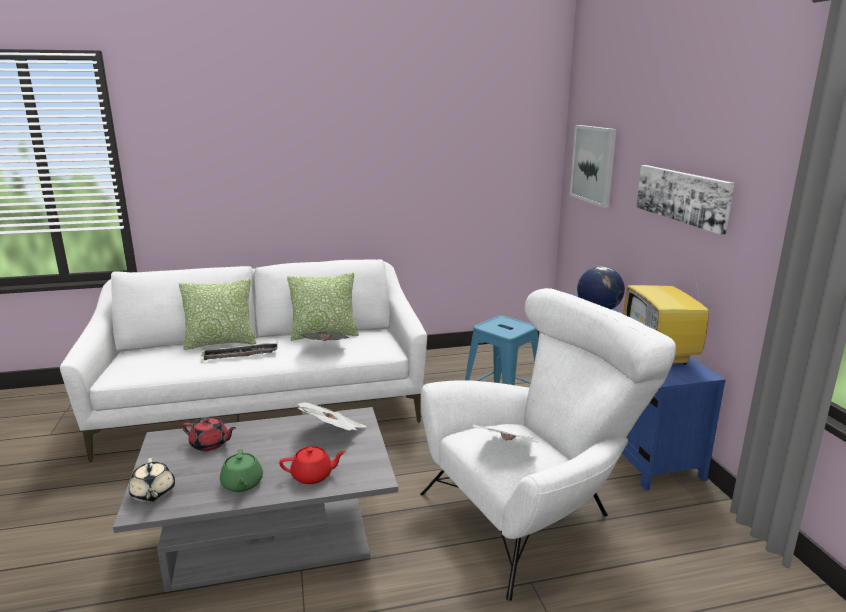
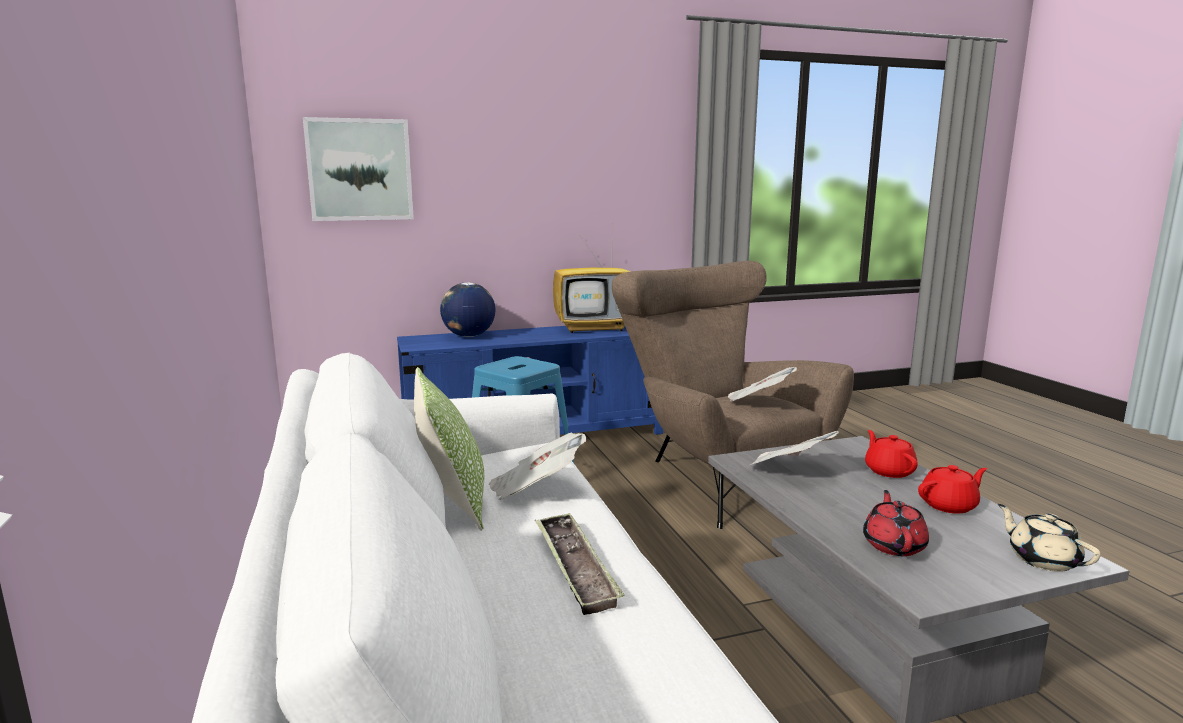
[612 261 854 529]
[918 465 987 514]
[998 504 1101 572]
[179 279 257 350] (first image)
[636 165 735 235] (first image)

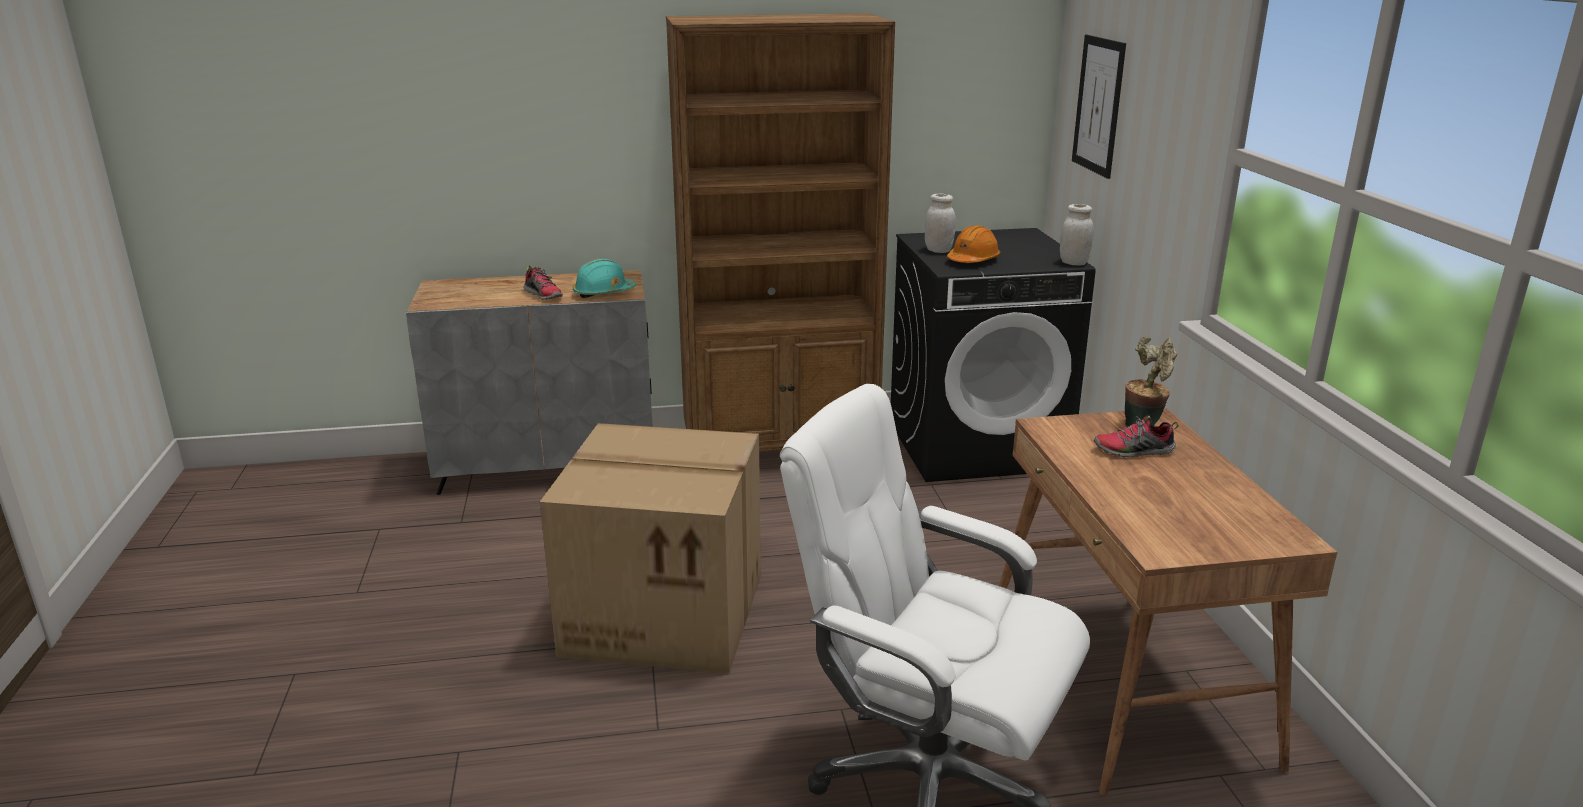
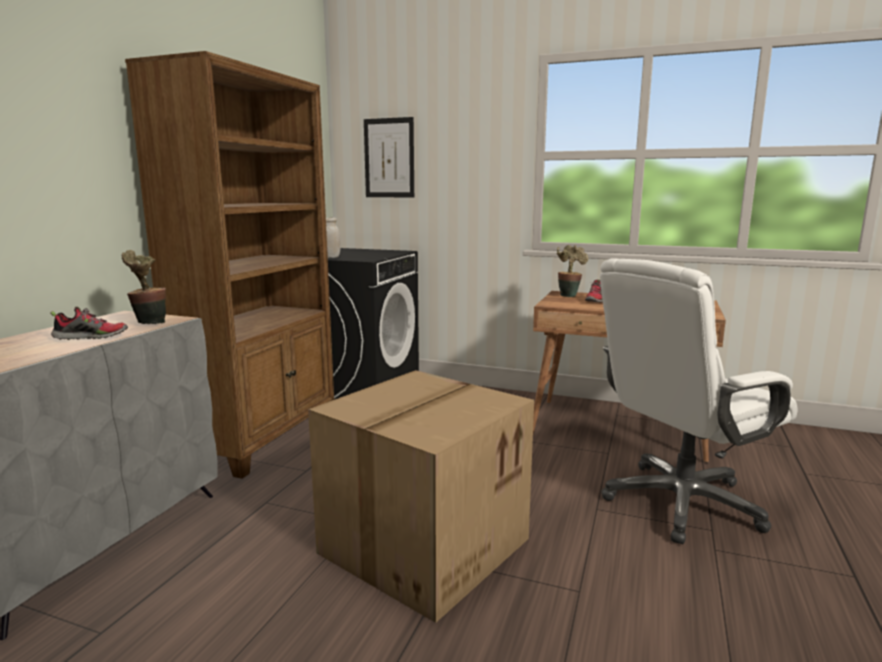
[121 250 166 324]
[947 226 1000 263] (first image)
[1060 204 1094 266] (first image)

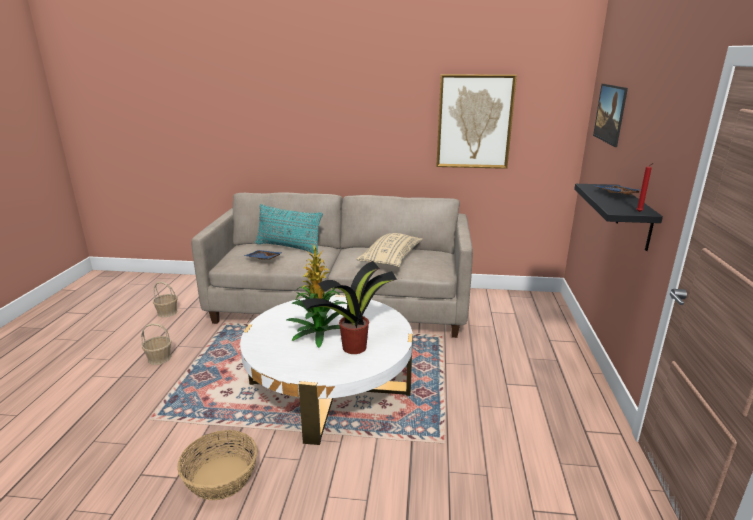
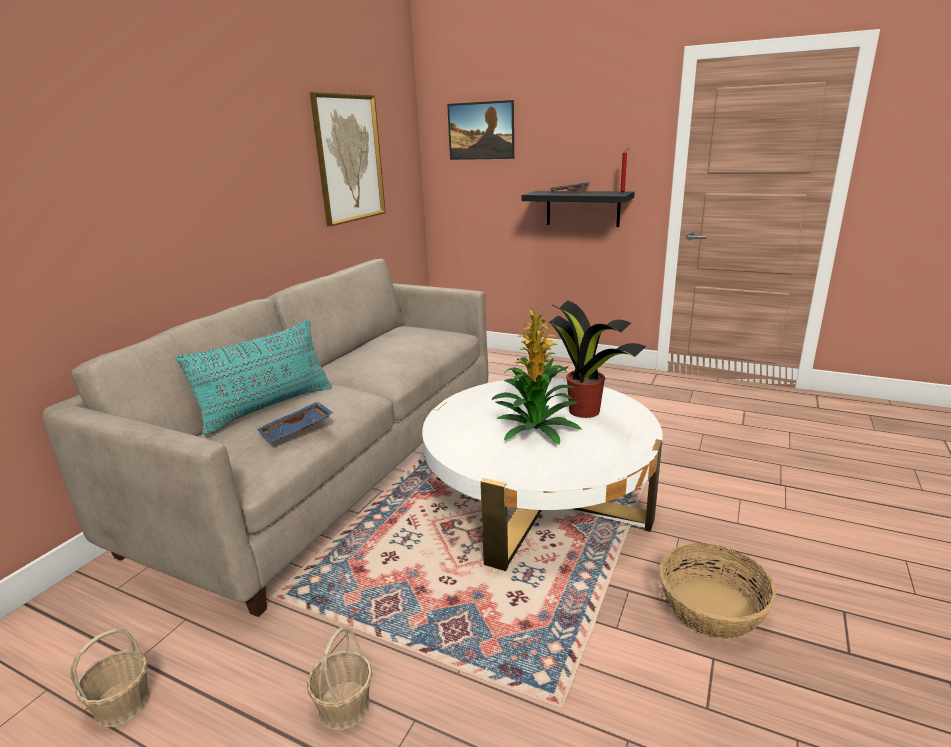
[356 233 423 267] (first image)

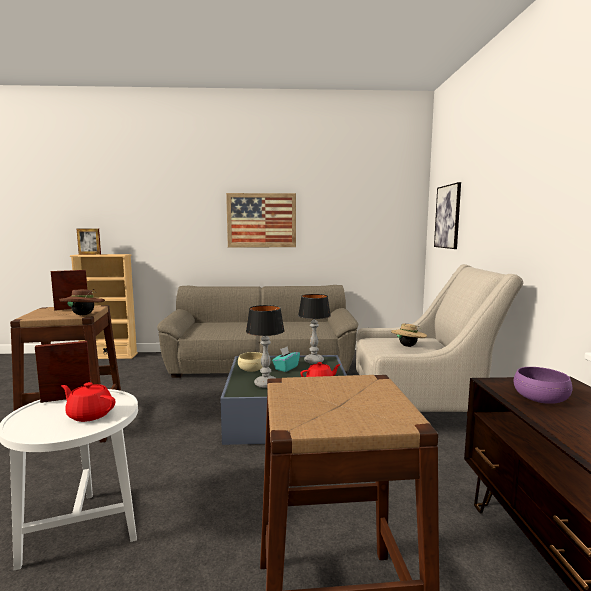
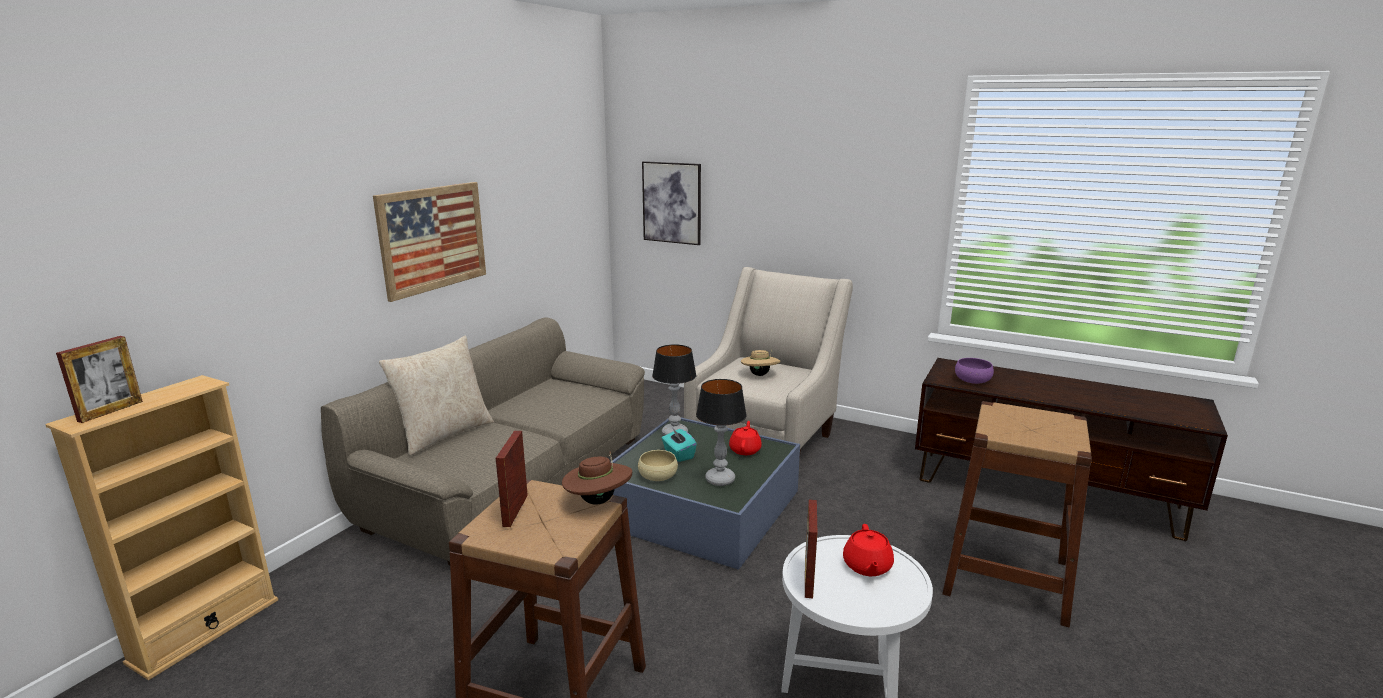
[379 336 494 456]
[843 524 894 576]

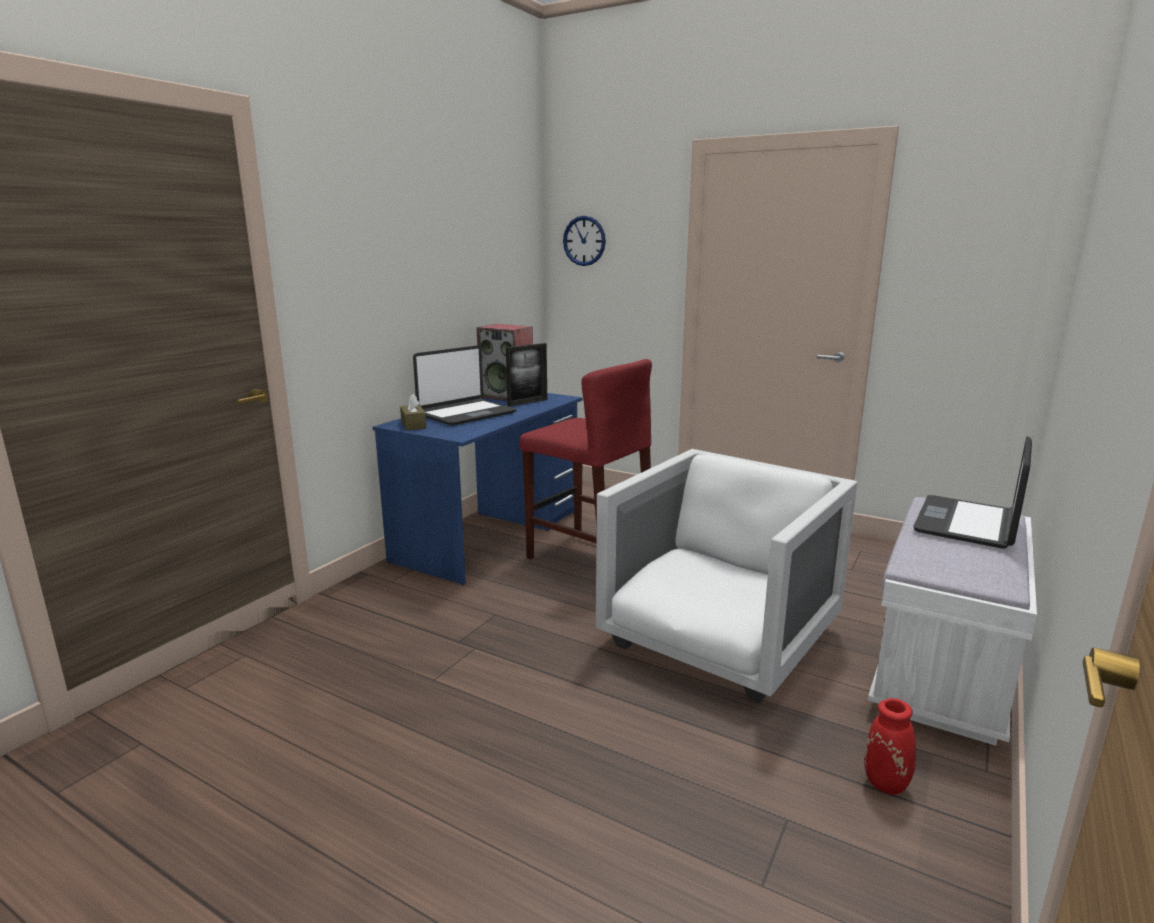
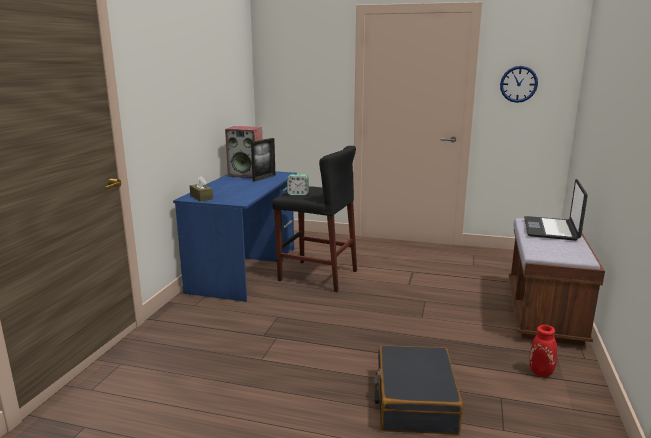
[272 146 357 292]
[287 174 309 195]
[374 345 463 435]
[500 66 538 103]
[508 218 605 346]
[413 345 517 426] (first image)
[596 449 857 703] (first image)

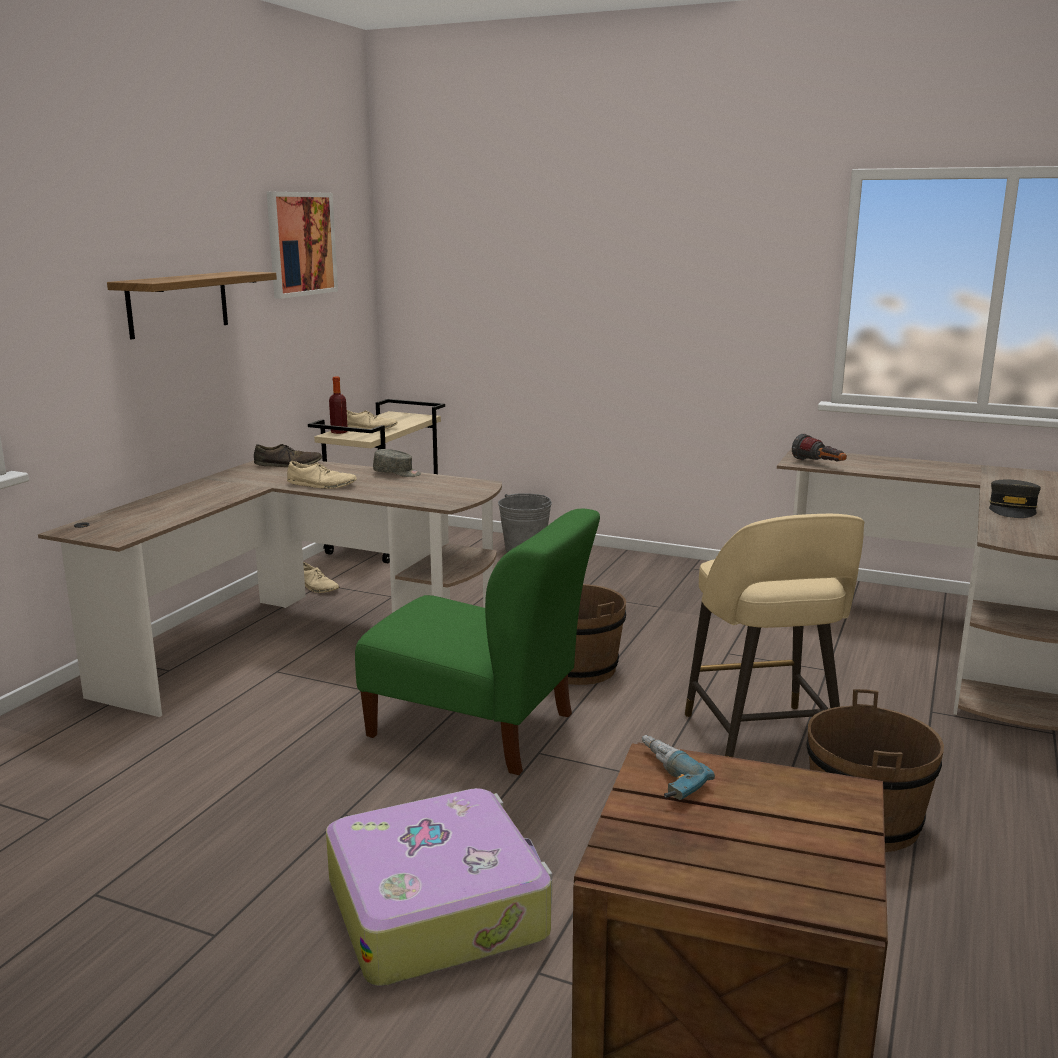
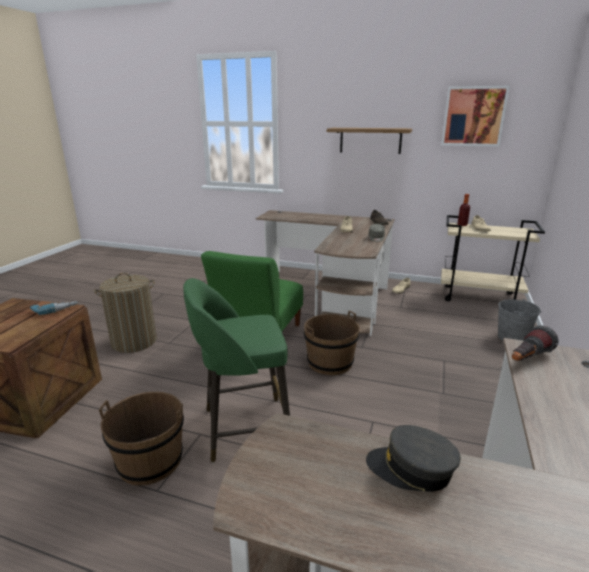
[94 273 157 353]
[183 278 290 462]

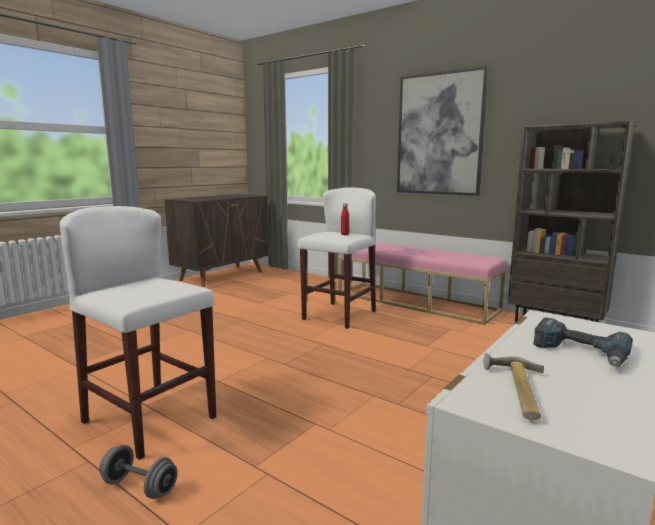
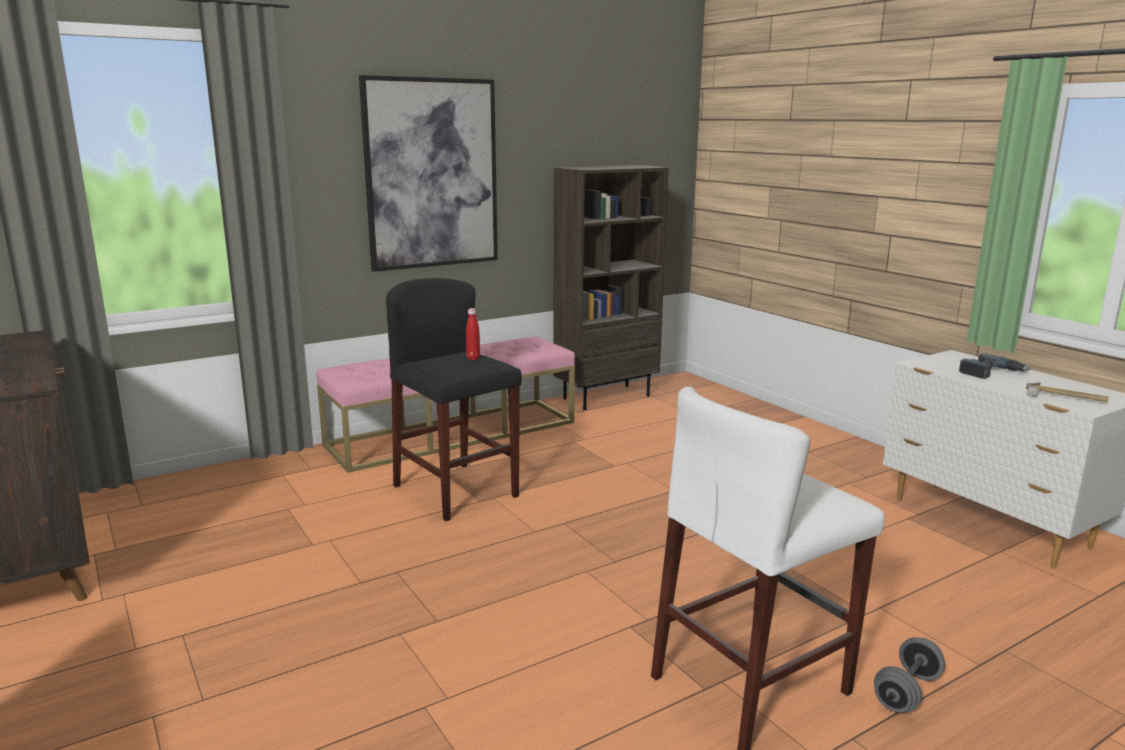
[386 278 522 521]

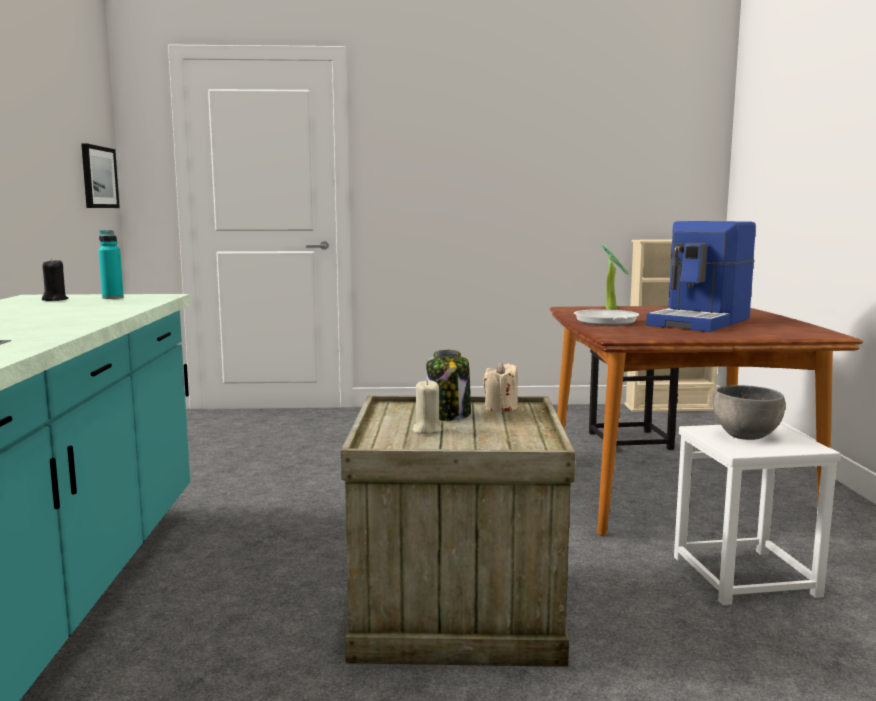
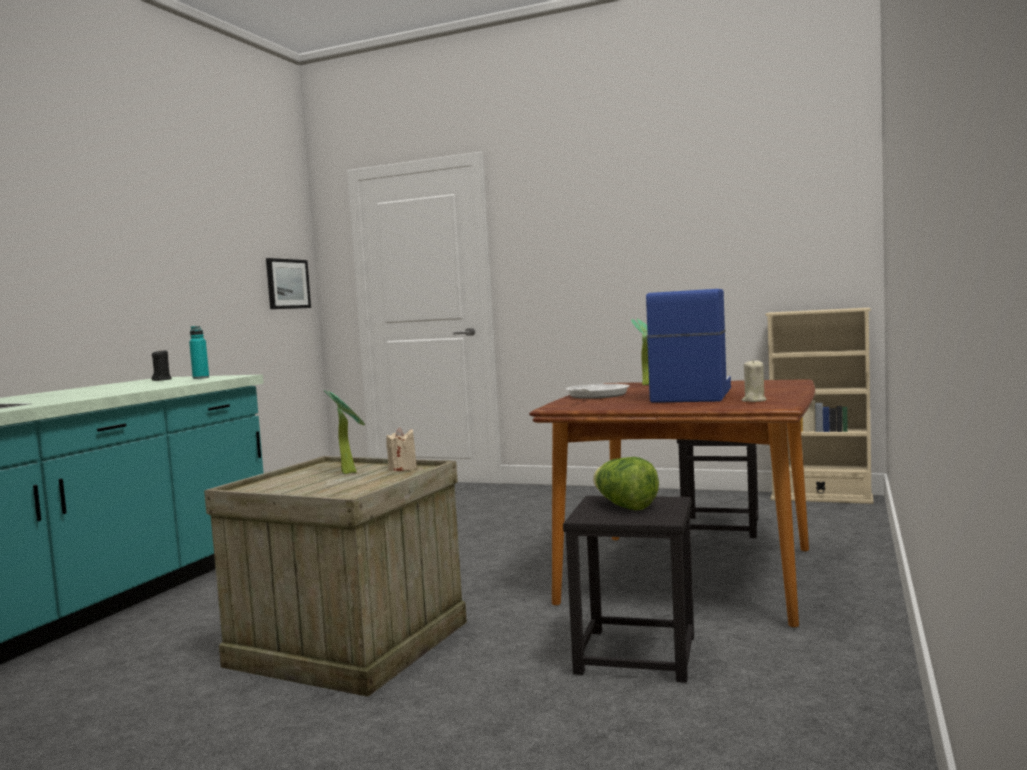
[324 390 365 474]
[563 496 694 683]
[593 457 659 510]
[646 289 731 403]
[742 359 767 402]

